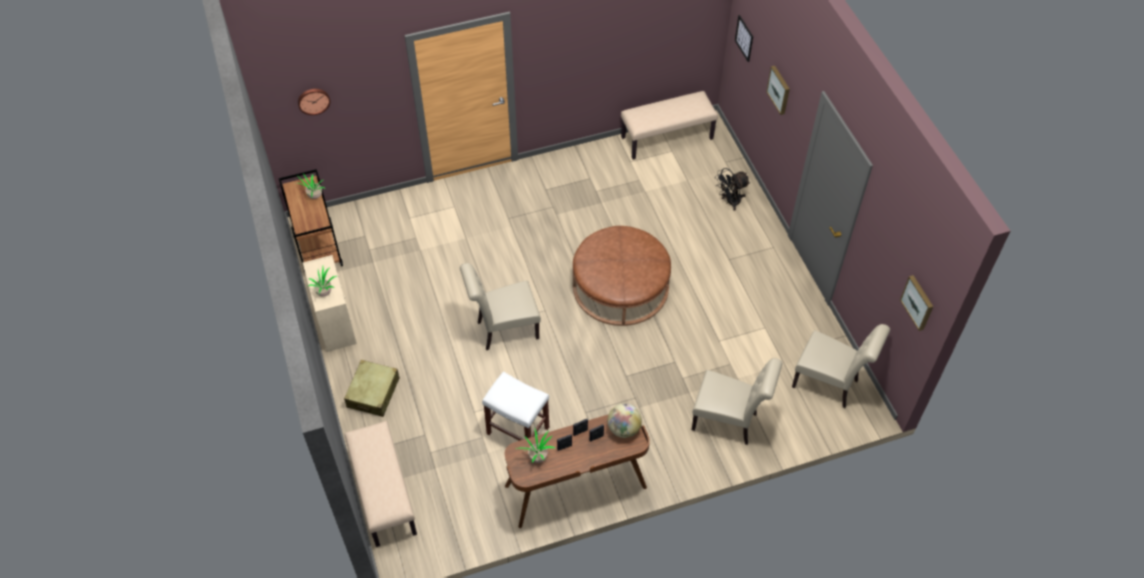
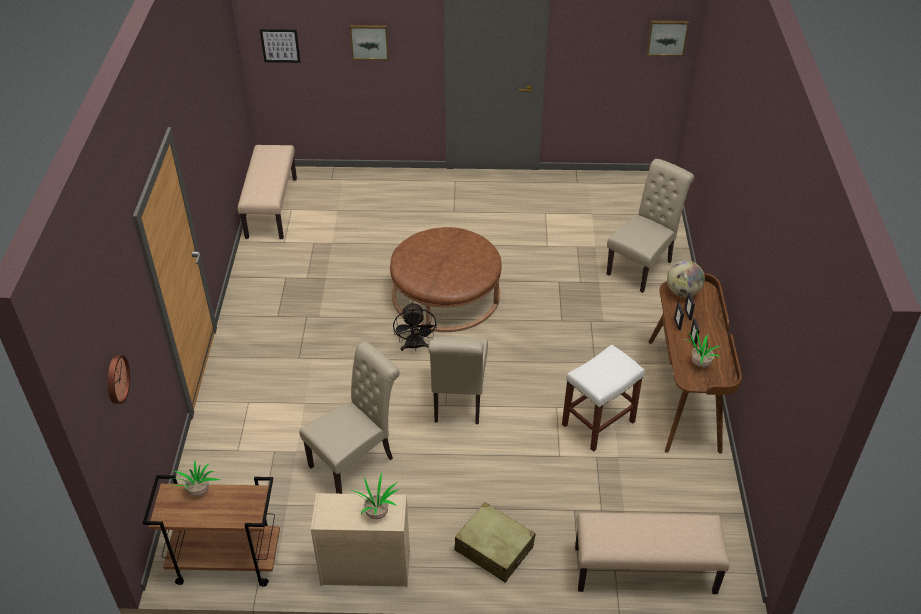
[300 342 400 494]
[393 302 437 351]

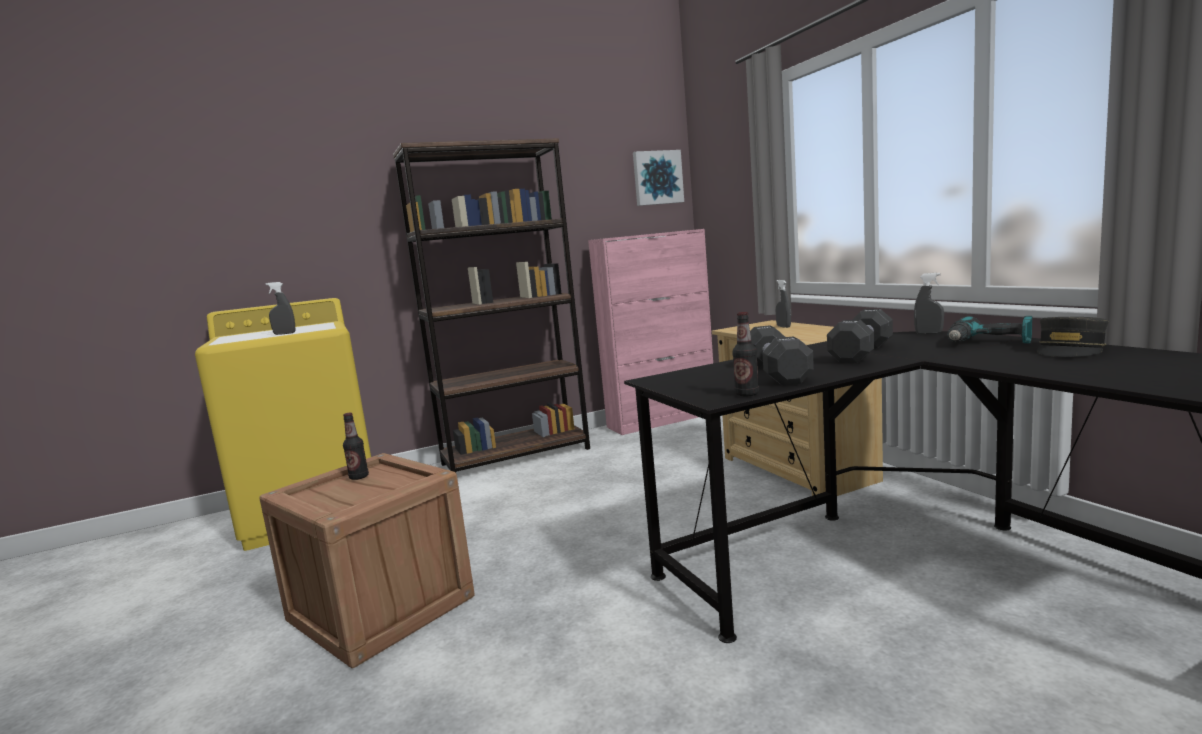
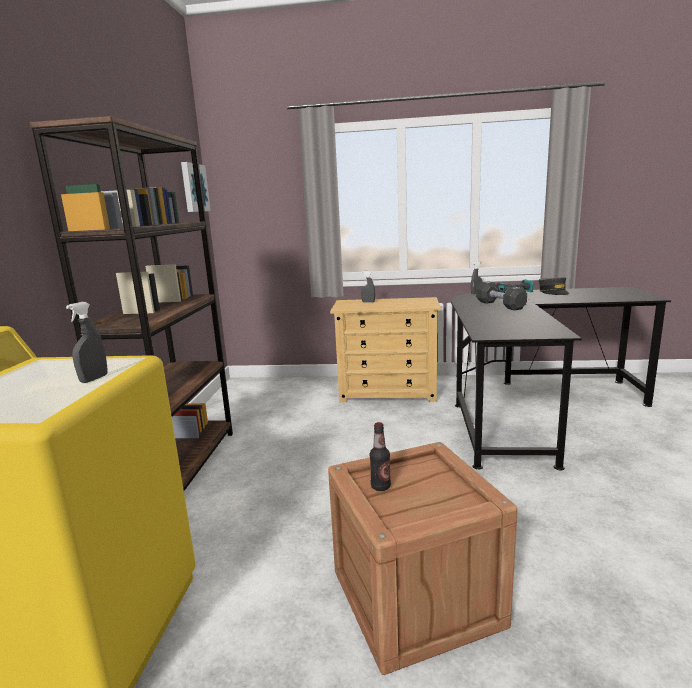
[588 229 713 435] (first image)
[732 312 759 397] (first image)
[750 325 814 386] (first image)

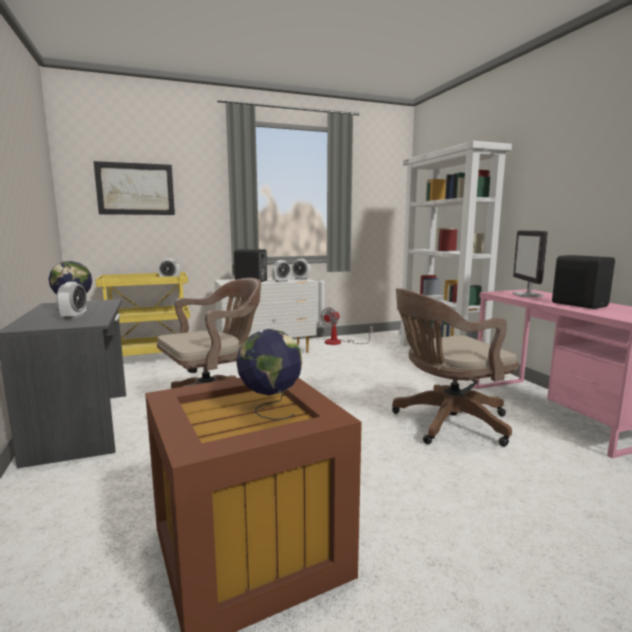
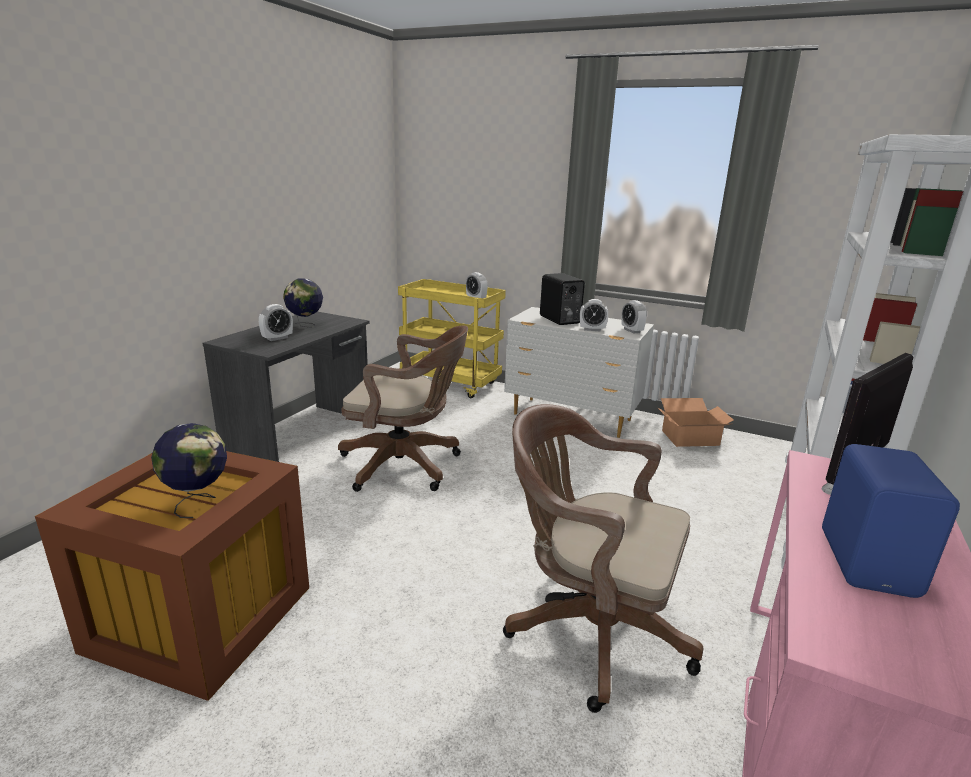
[657 398 734 447]
[822 444 960 598]
[94 161 175 215] (first image)

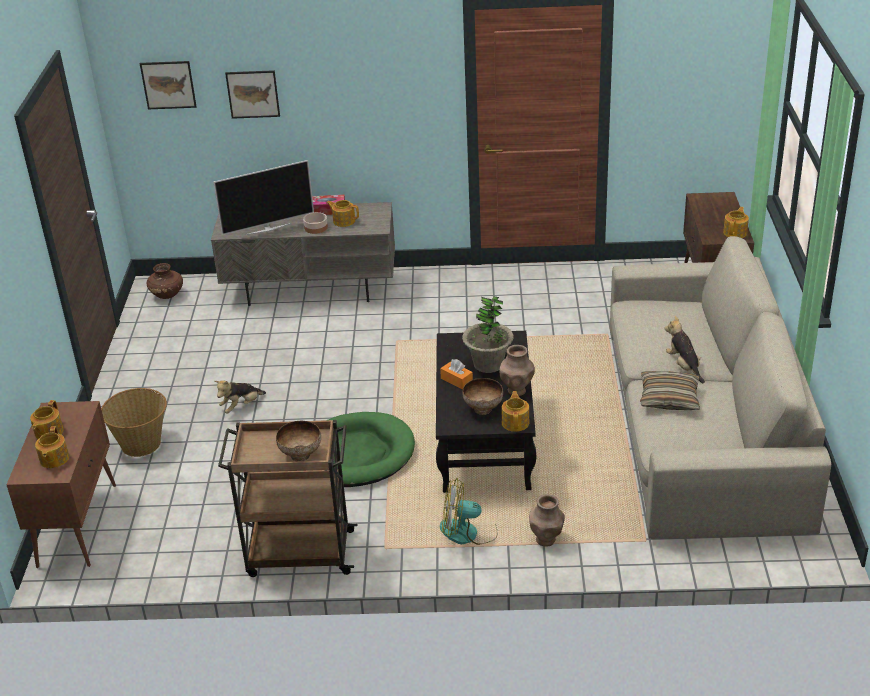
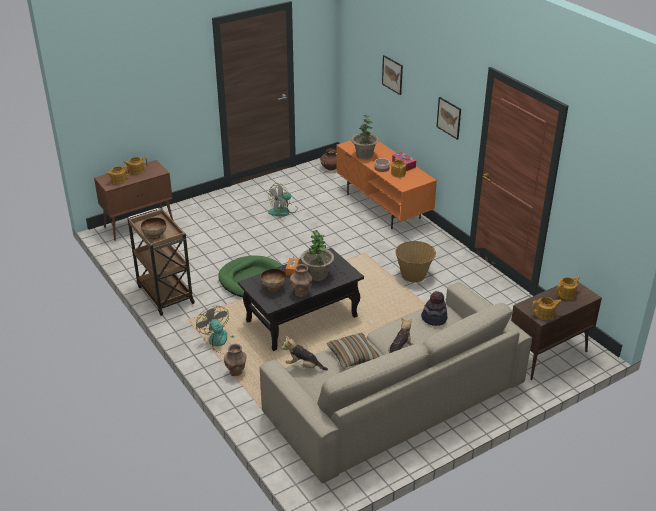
[268 183 298 216]
[281 336 328 370]
[336 140 437 229]
[351 115 379 159]
[395 241 436 283]
[421 291 448 326]
[436 97 461 140]
[556 276 580 299]

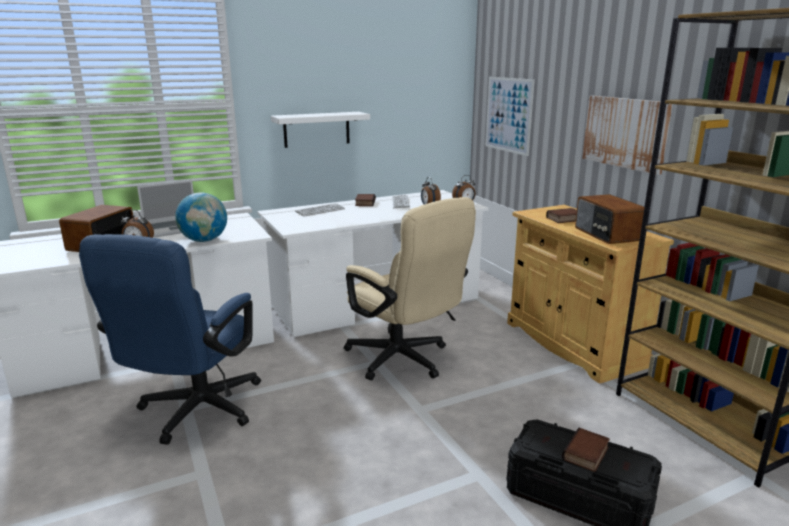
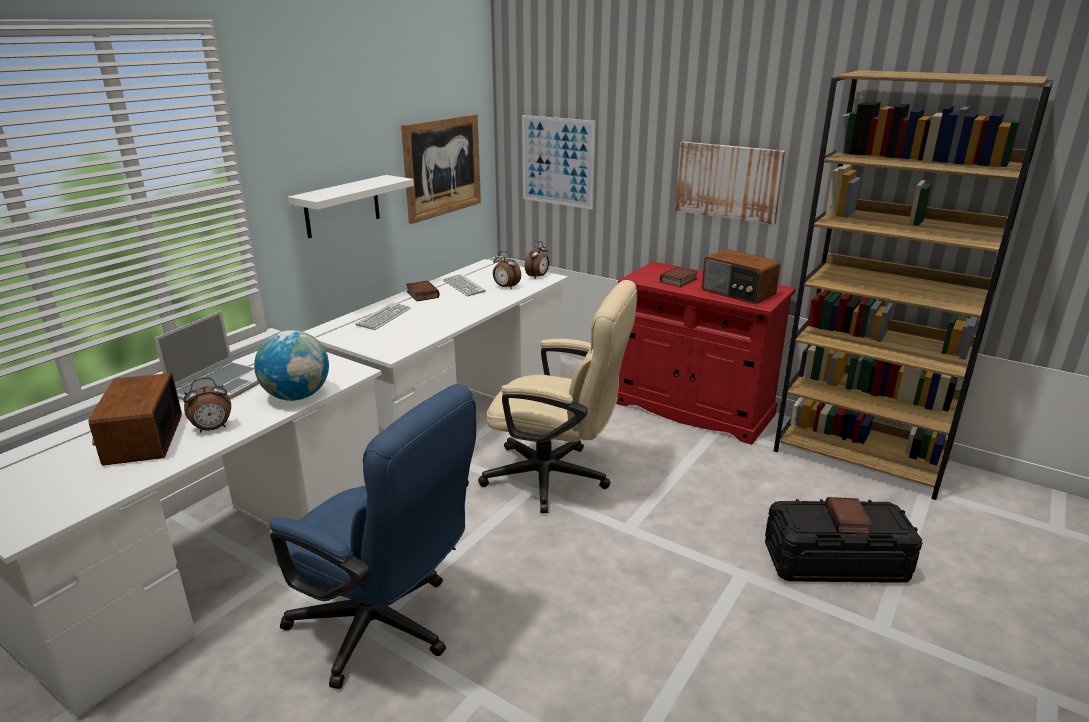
[270 384 476 689]
[401 114 481 224]
[616 262 796 445]

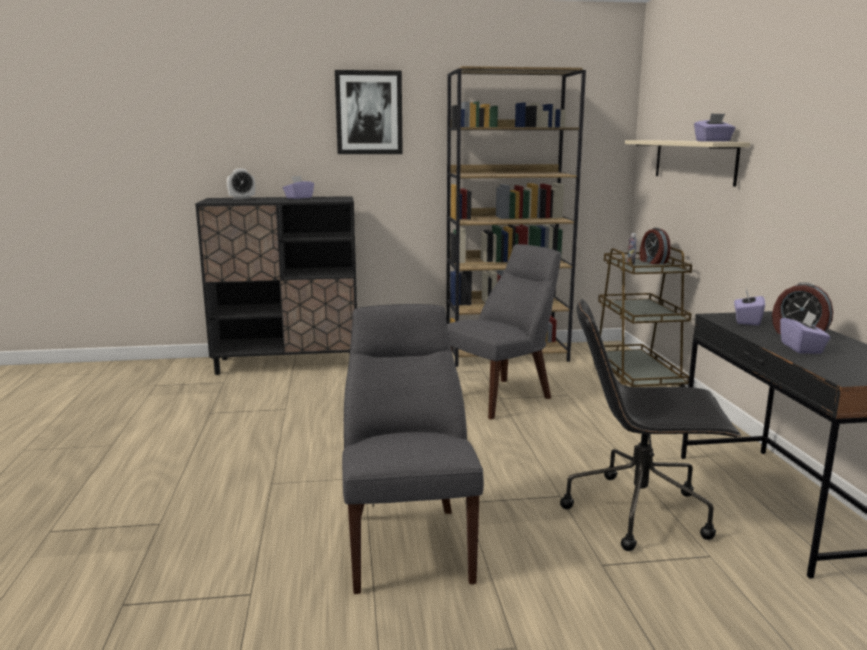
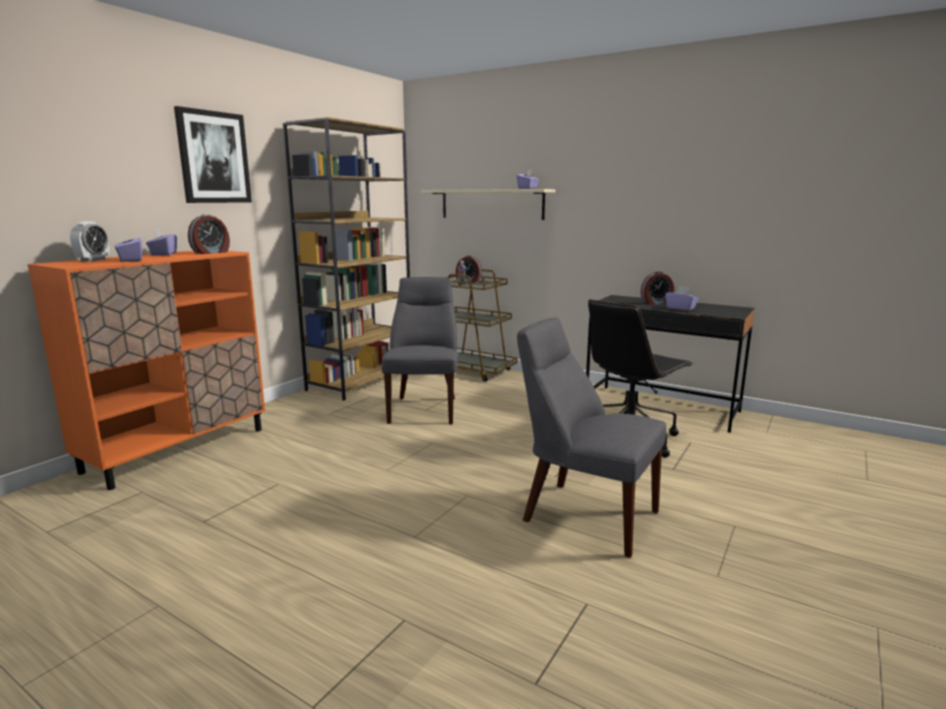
[27 251 265 490]
[115 232 142 262]
[188 214 230 254]

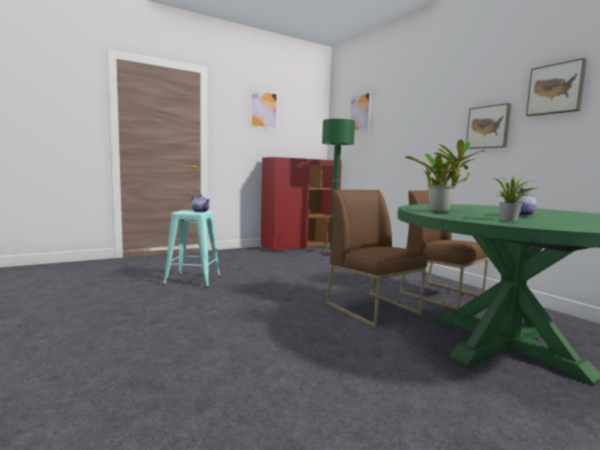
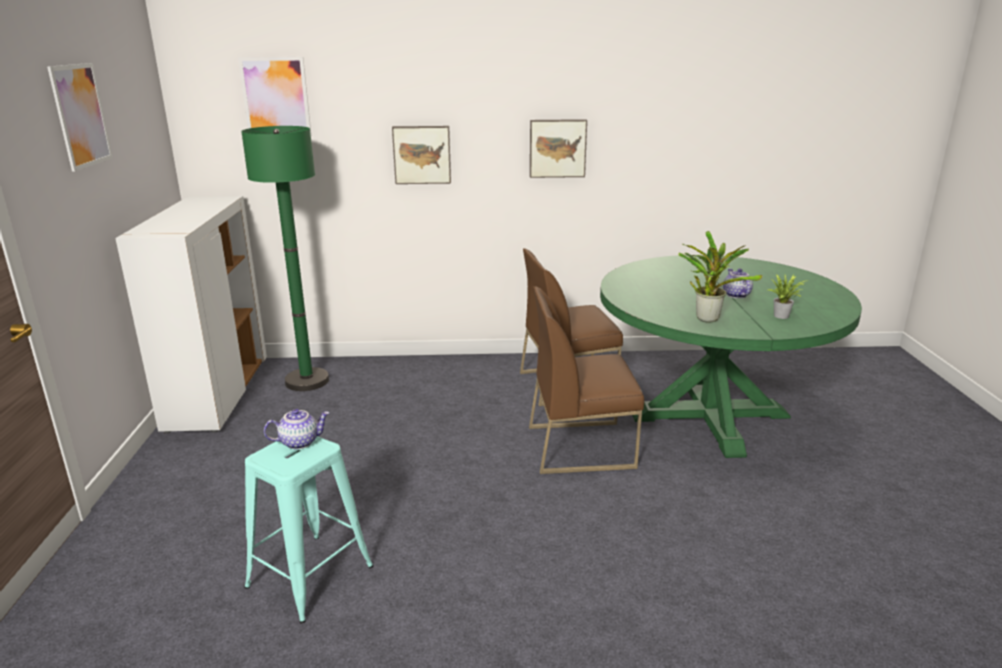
[115 196 267 434]
[392 126 451 184]

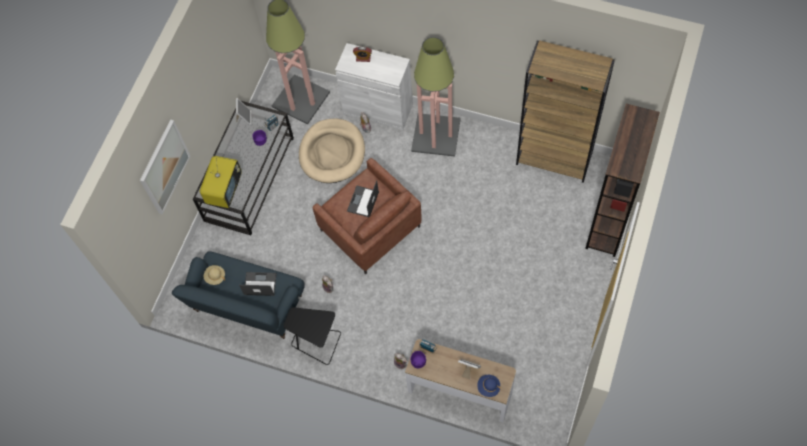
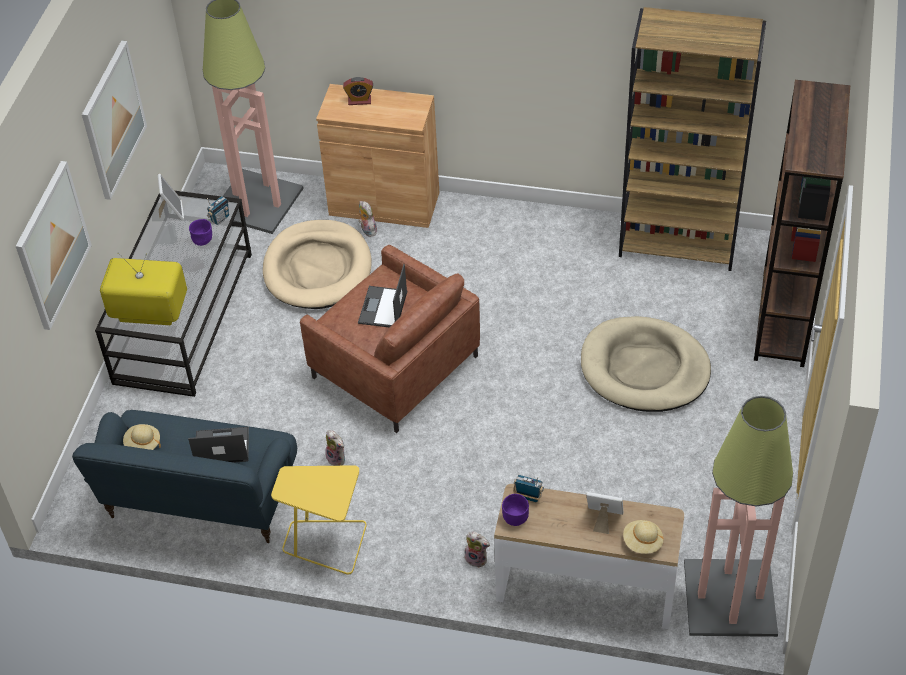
[82 41 147 200]
[100 252 187 325]
[271 465 366 575]
[316 84 439 228]
[581 316 711 412]
[623 520 664 554]
[684 396 793 637]

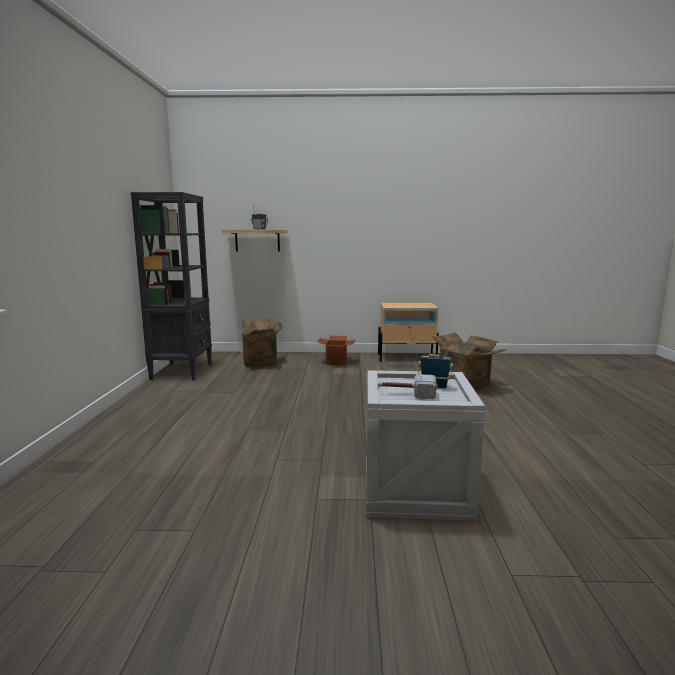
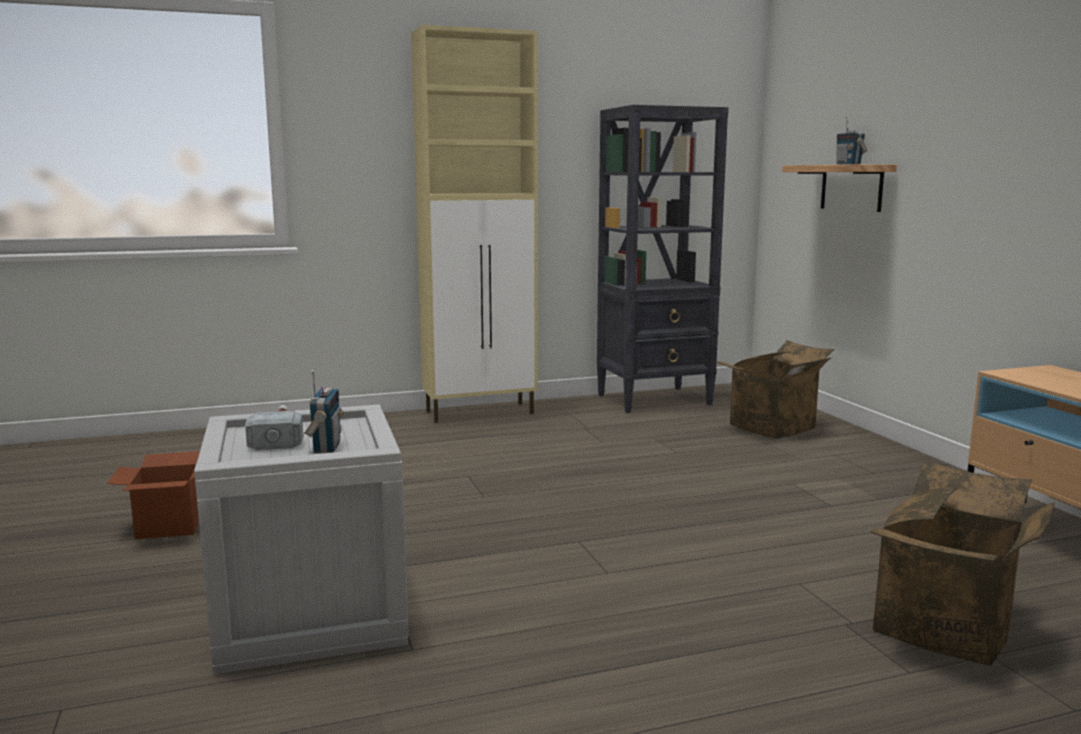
[107 451 200 539]
[411 25 538 423]

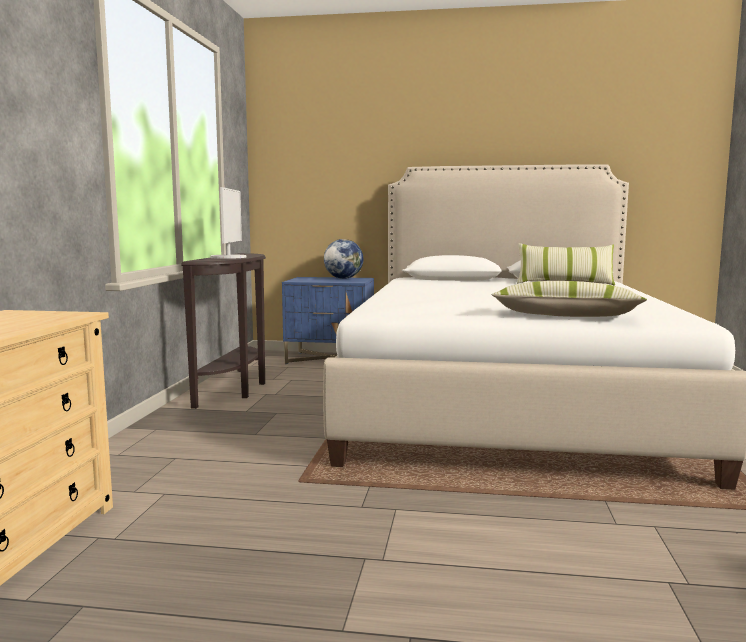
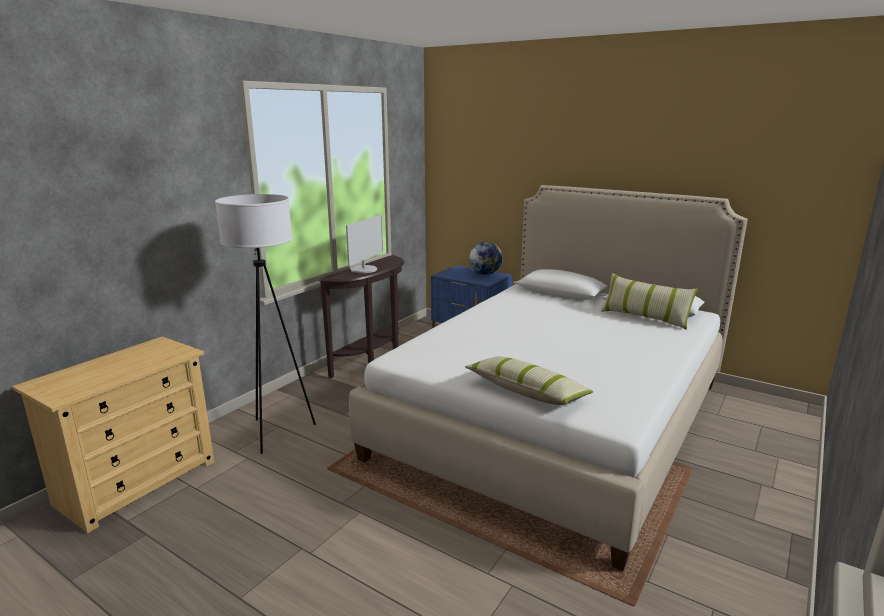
[215 194 316 454]

